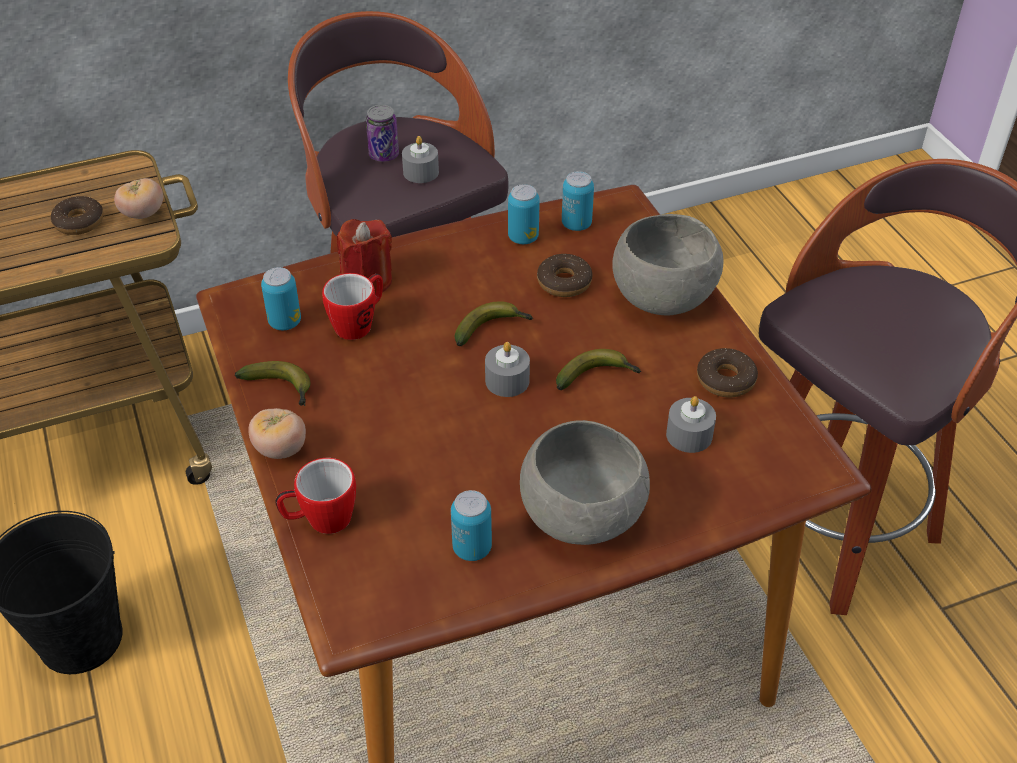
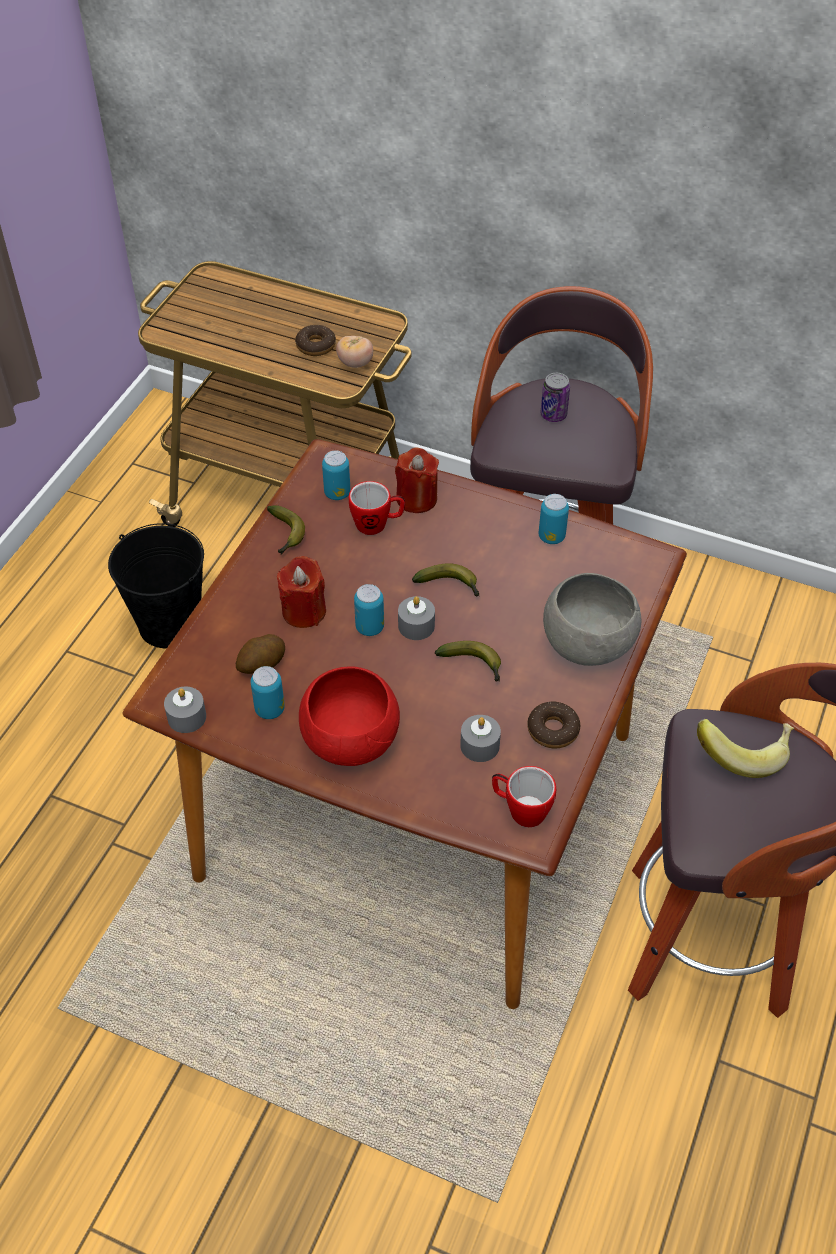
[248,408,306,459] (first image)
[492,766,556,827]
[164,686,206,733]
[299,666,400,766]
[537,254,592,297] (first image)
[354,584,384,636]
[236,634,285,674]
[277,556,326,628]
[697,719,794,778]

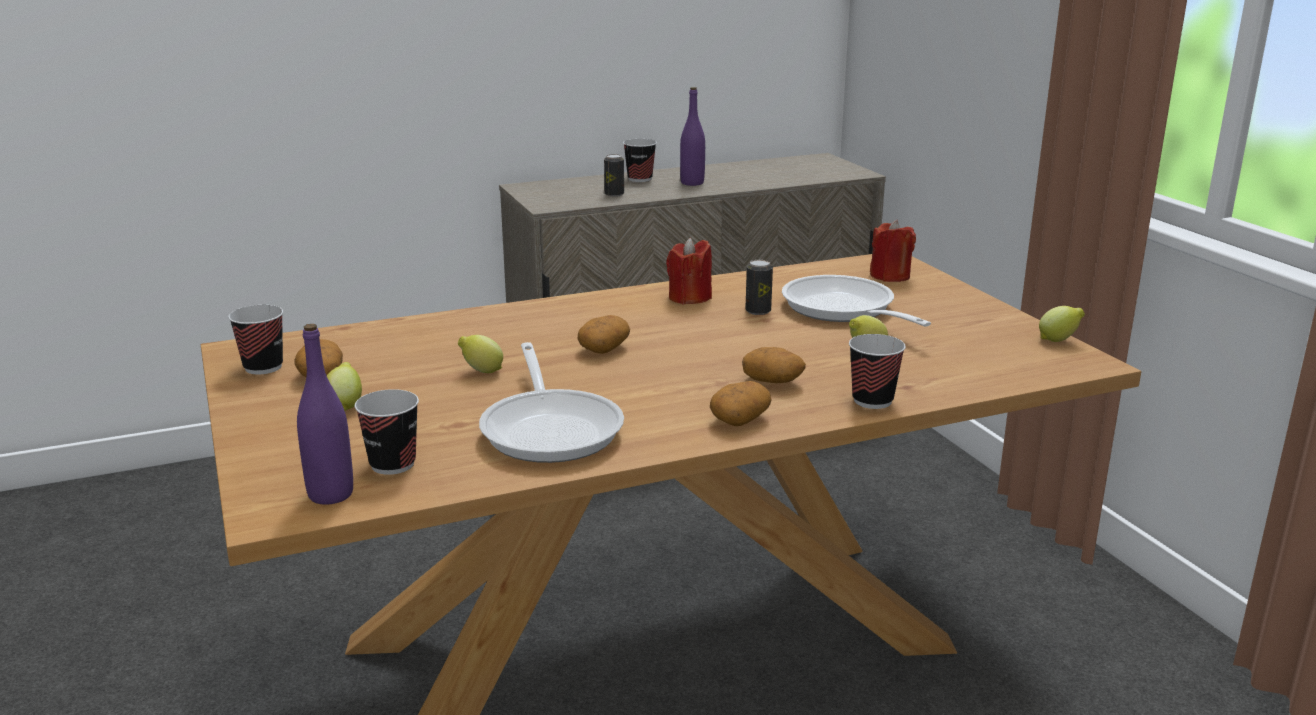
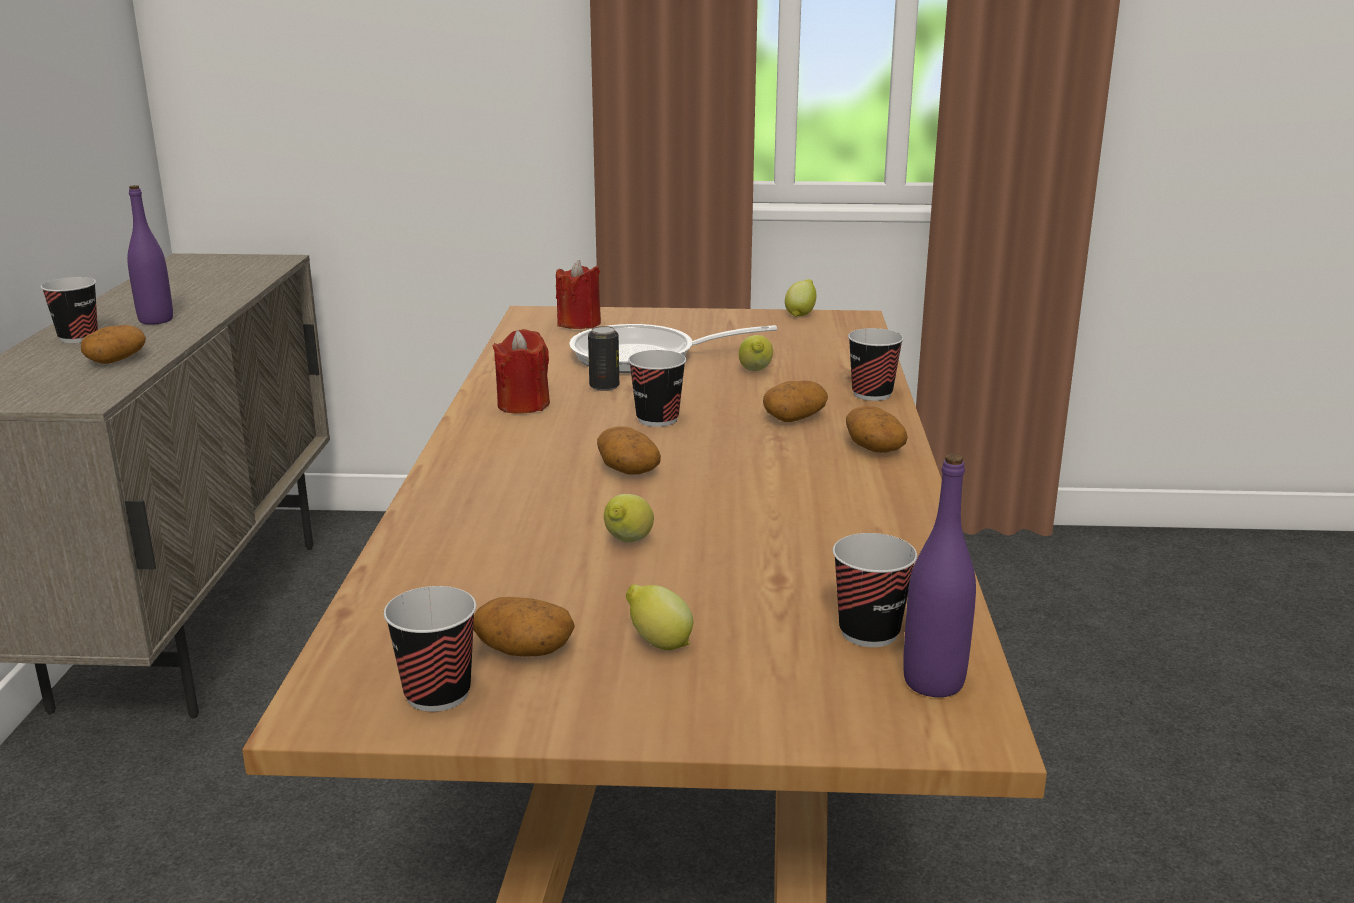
[479,342,624,463] (first image)
[81,325,146,364]
[628,350,686,427]

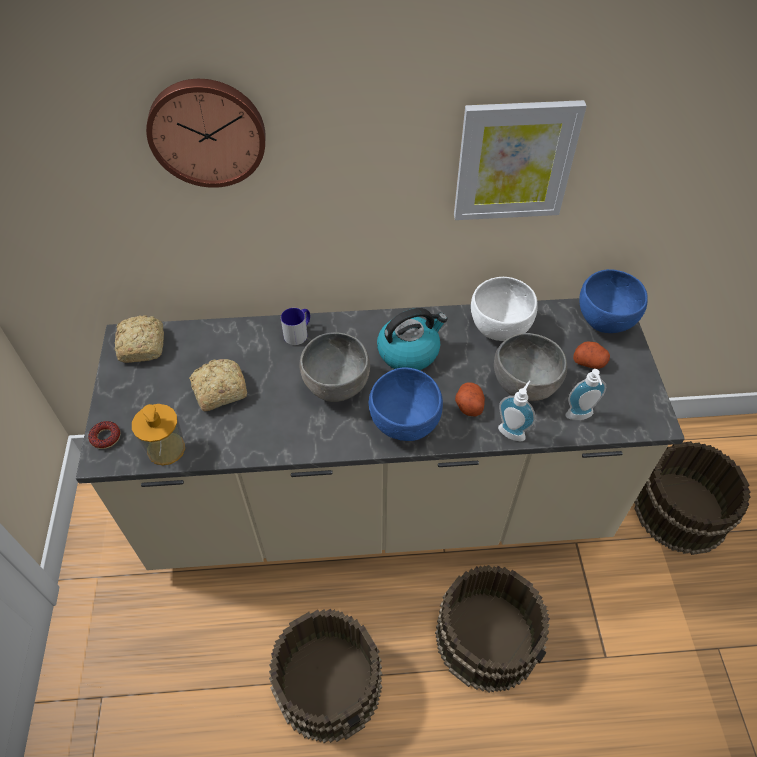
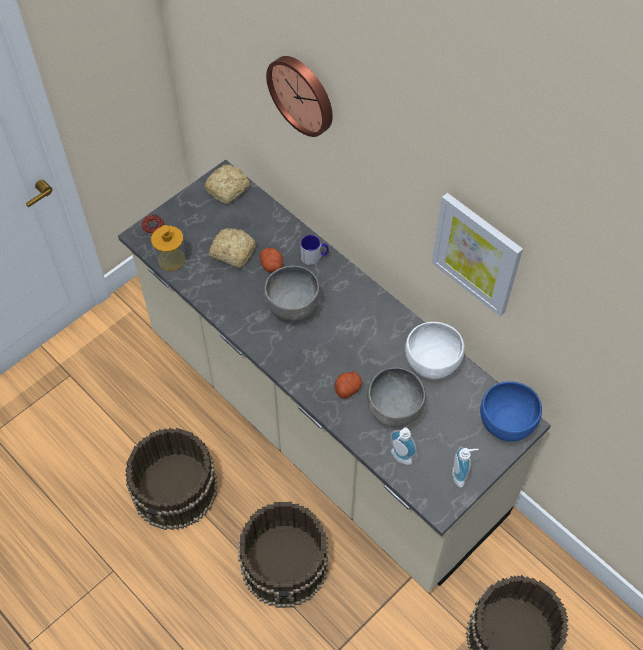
[369,367,443,441] (first image)
[377,308,447,370] (first image)
[452,446,479,488]
[260,248,283,273]

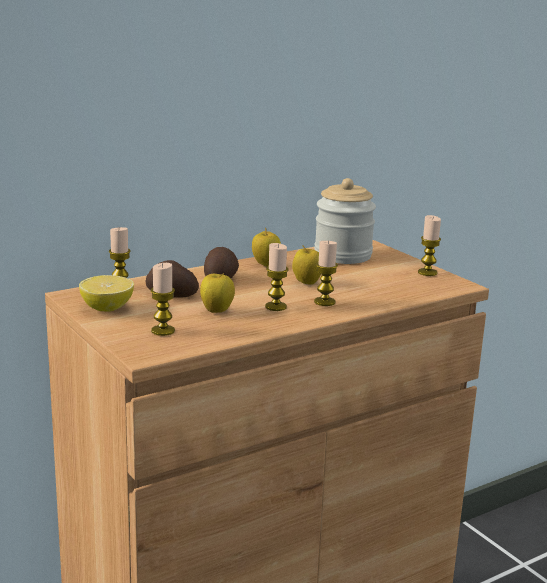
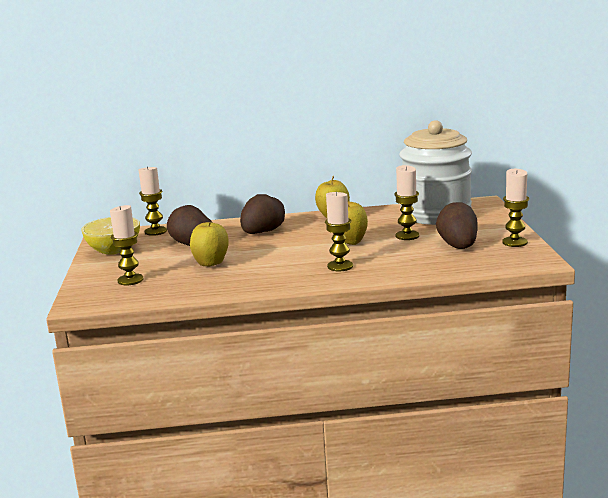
[394,165,419,240]
[436,202,478,249]

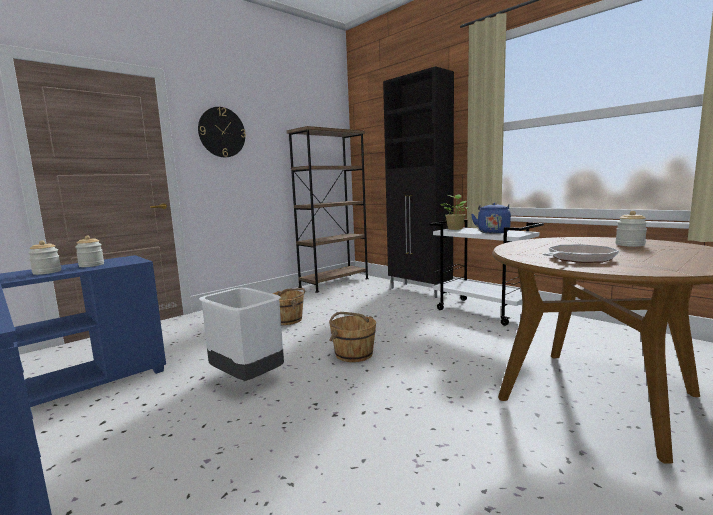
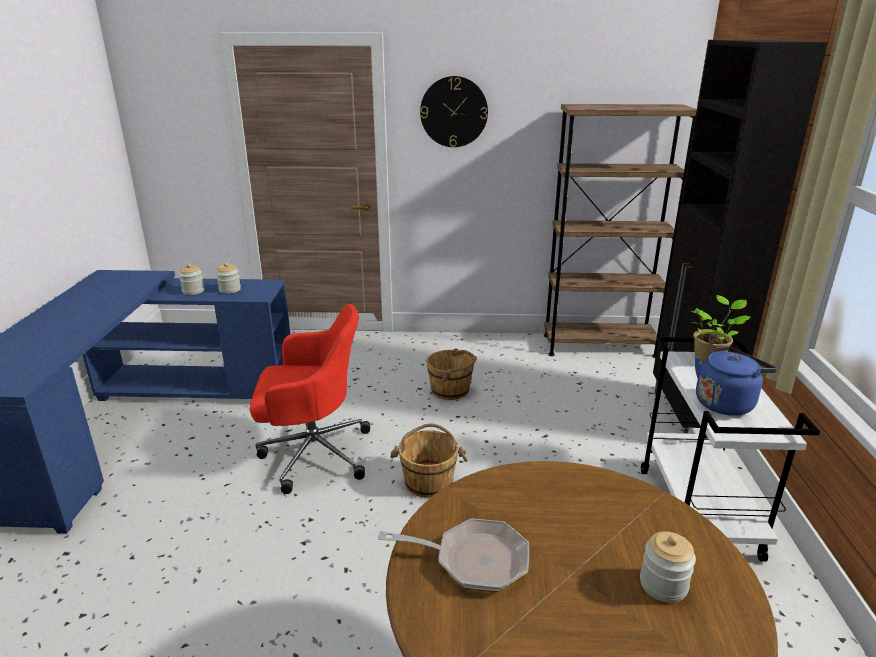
[250,304,370,494]

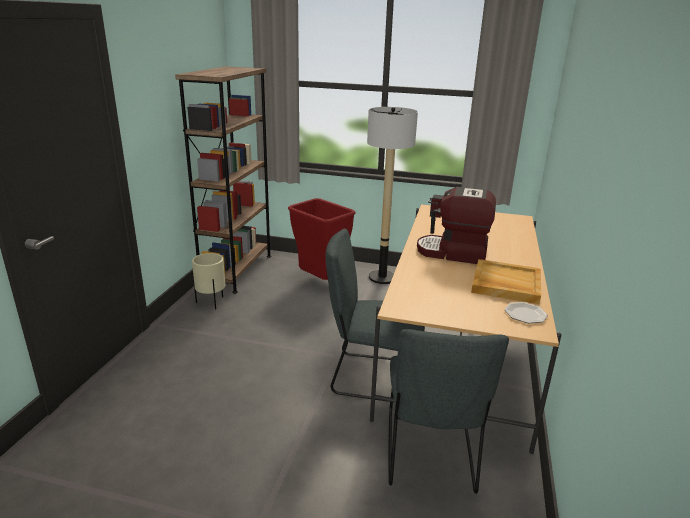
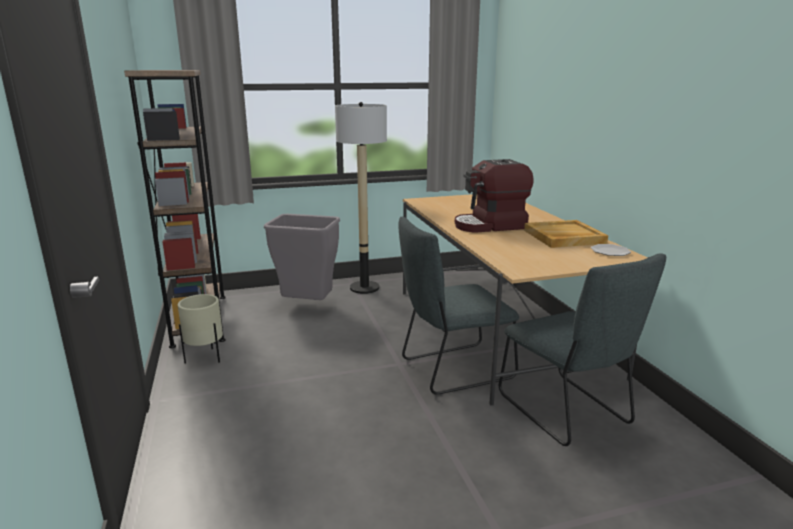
[264,214,340,300]

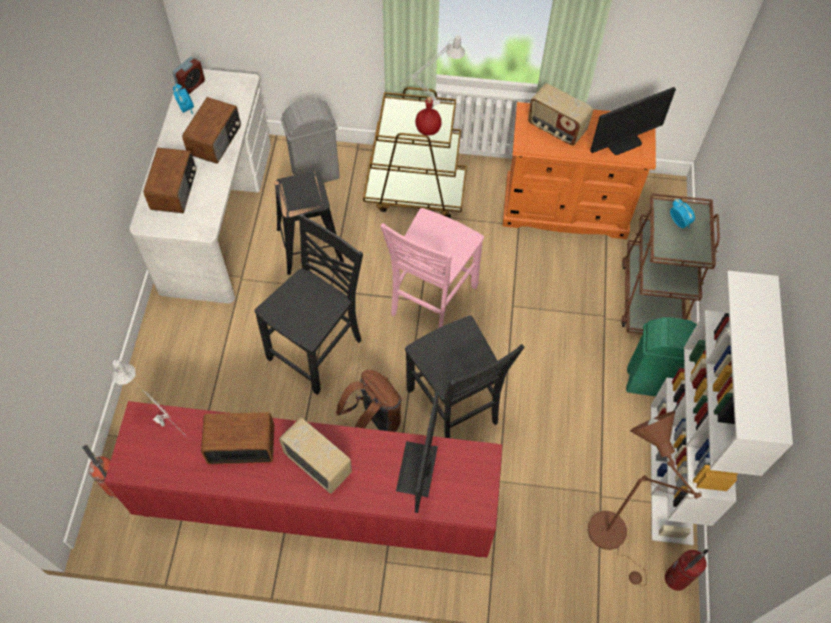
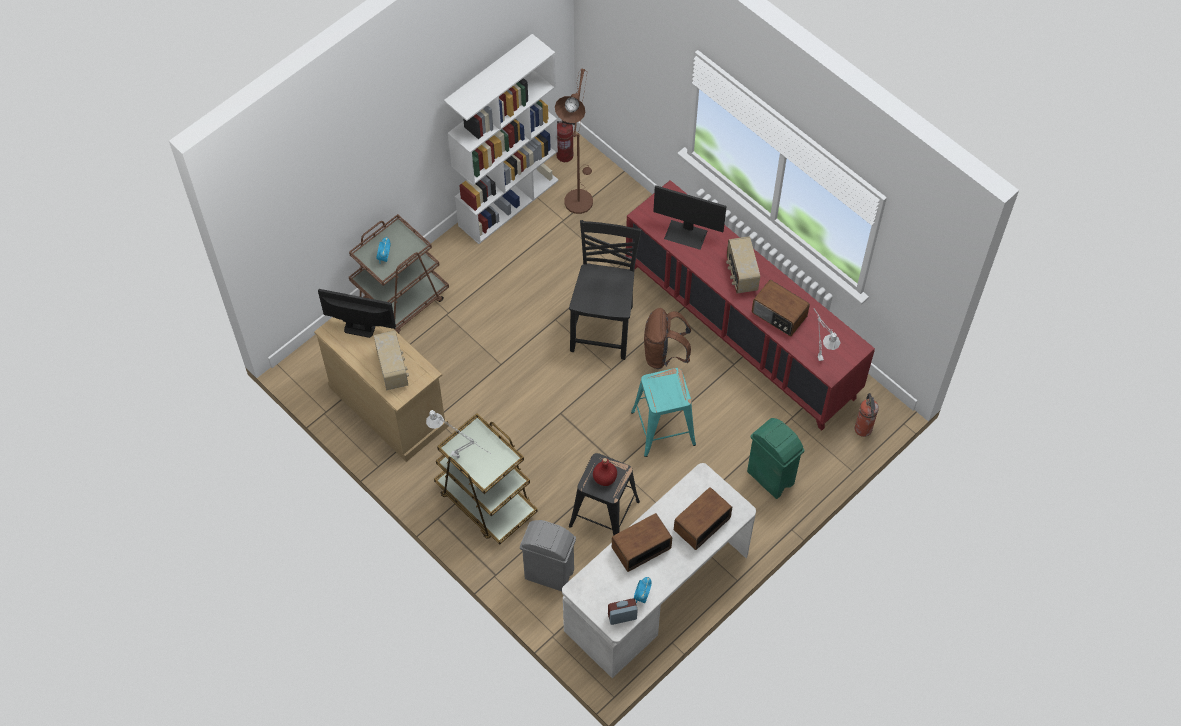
[631,368,696,457]
[380,208,484,328] (first image)
[653,185,727,250]
[593,458,617,486]
[314,317,449,462]
[747,418,804,499]

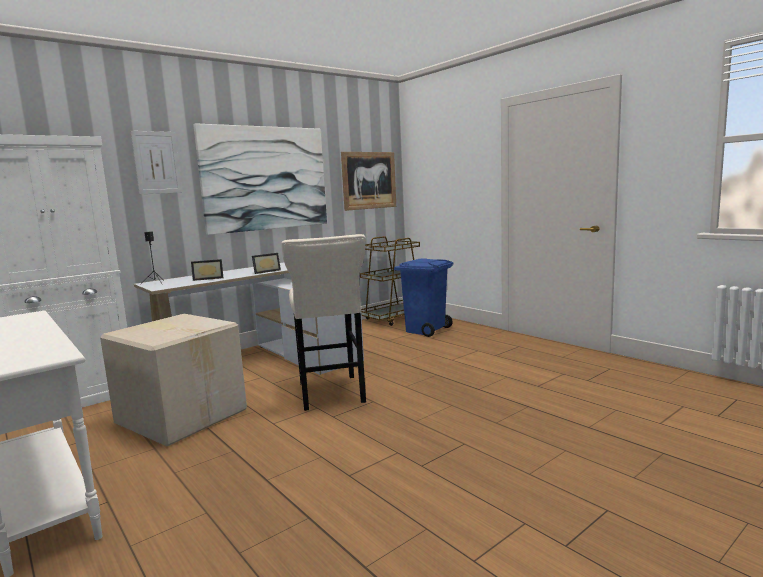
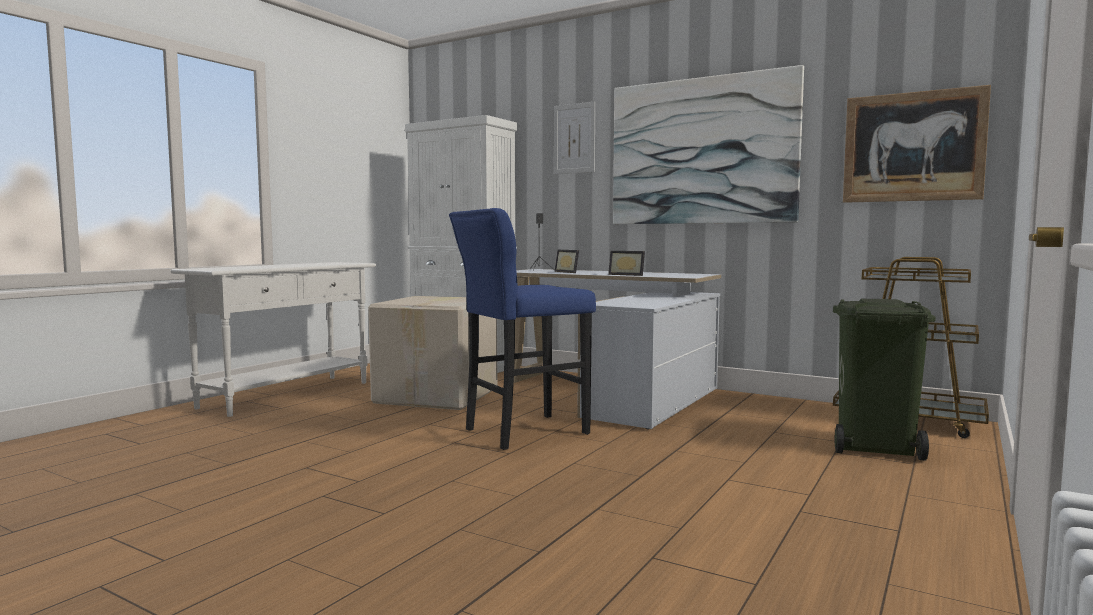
[449,208,596,450]
[833,299,936,461]

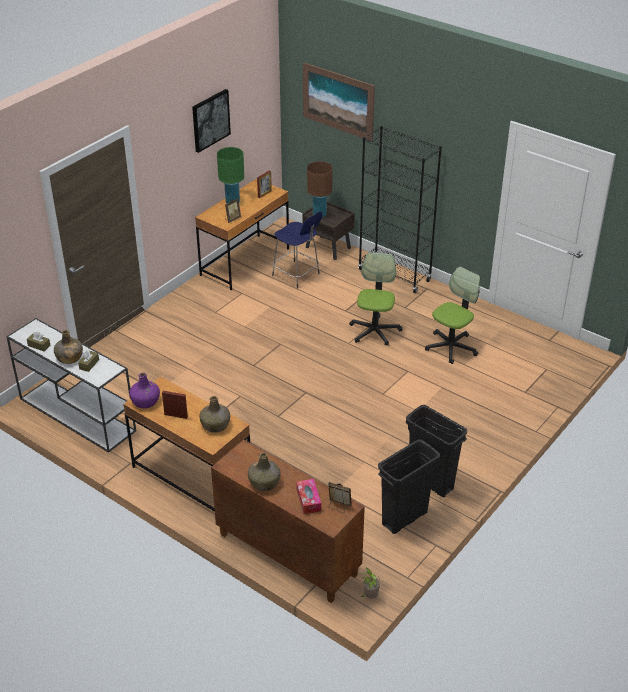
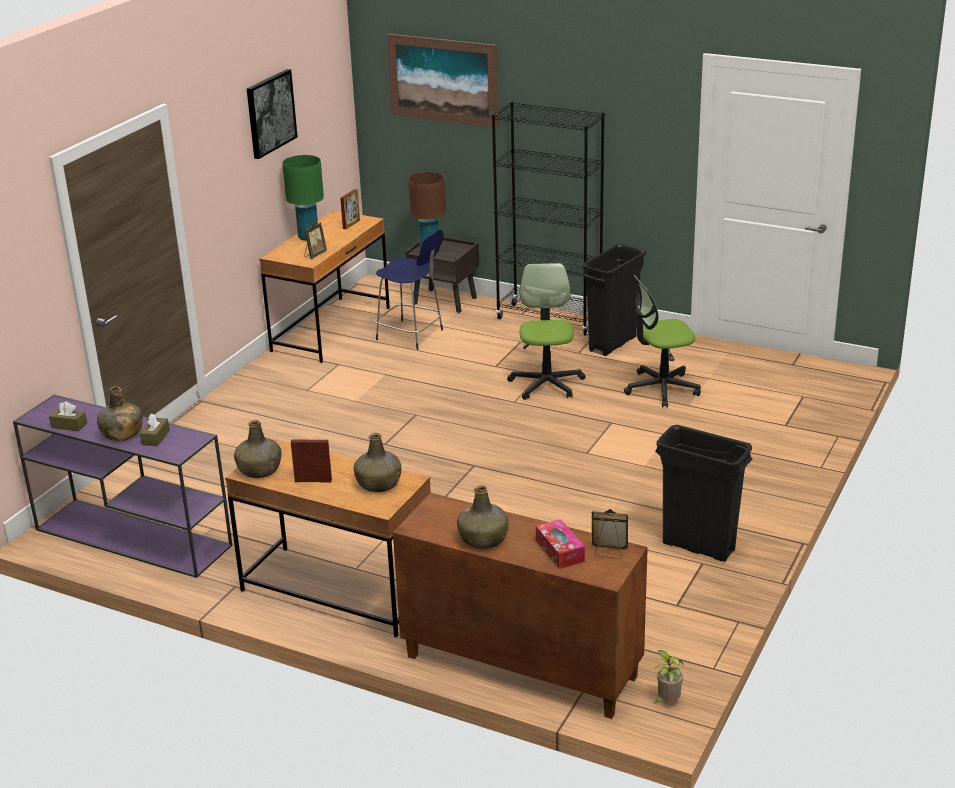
[13,395,232,578]
[234,420,282,478]
[582,244,646,356]
[624,275,701,408]

